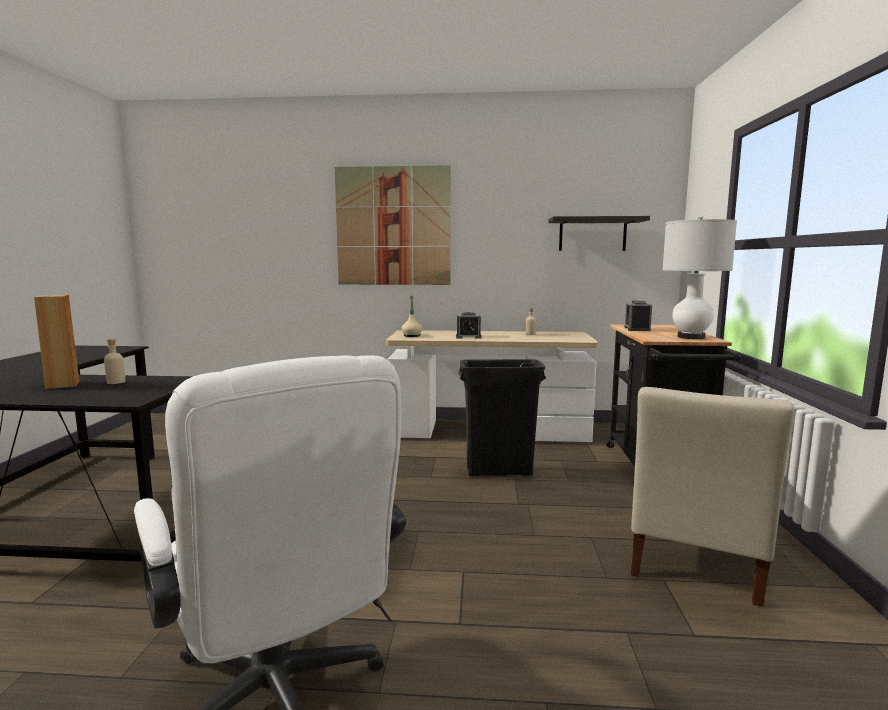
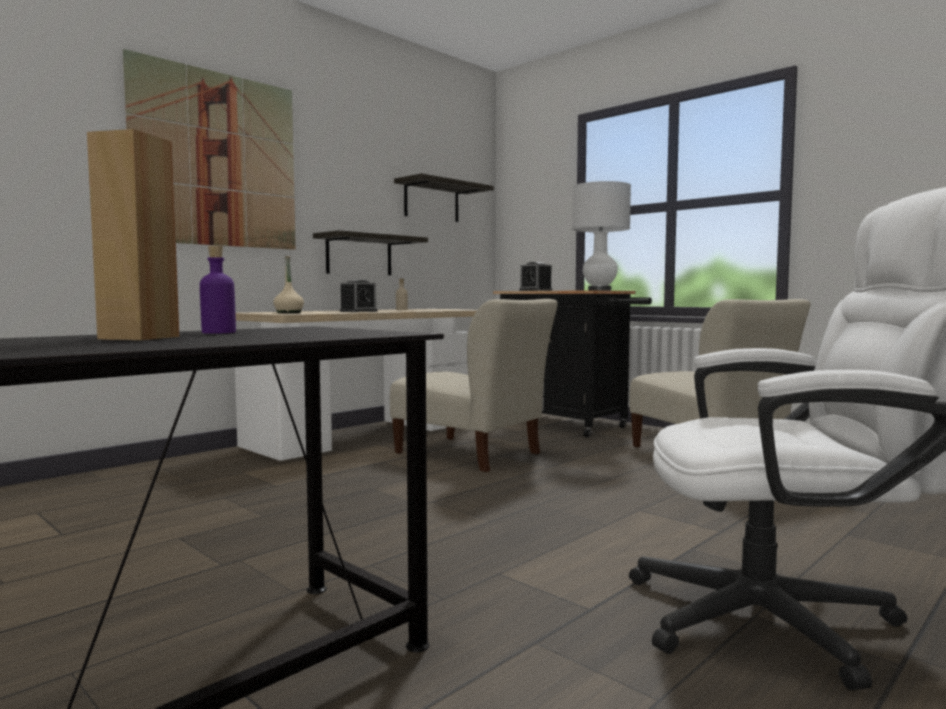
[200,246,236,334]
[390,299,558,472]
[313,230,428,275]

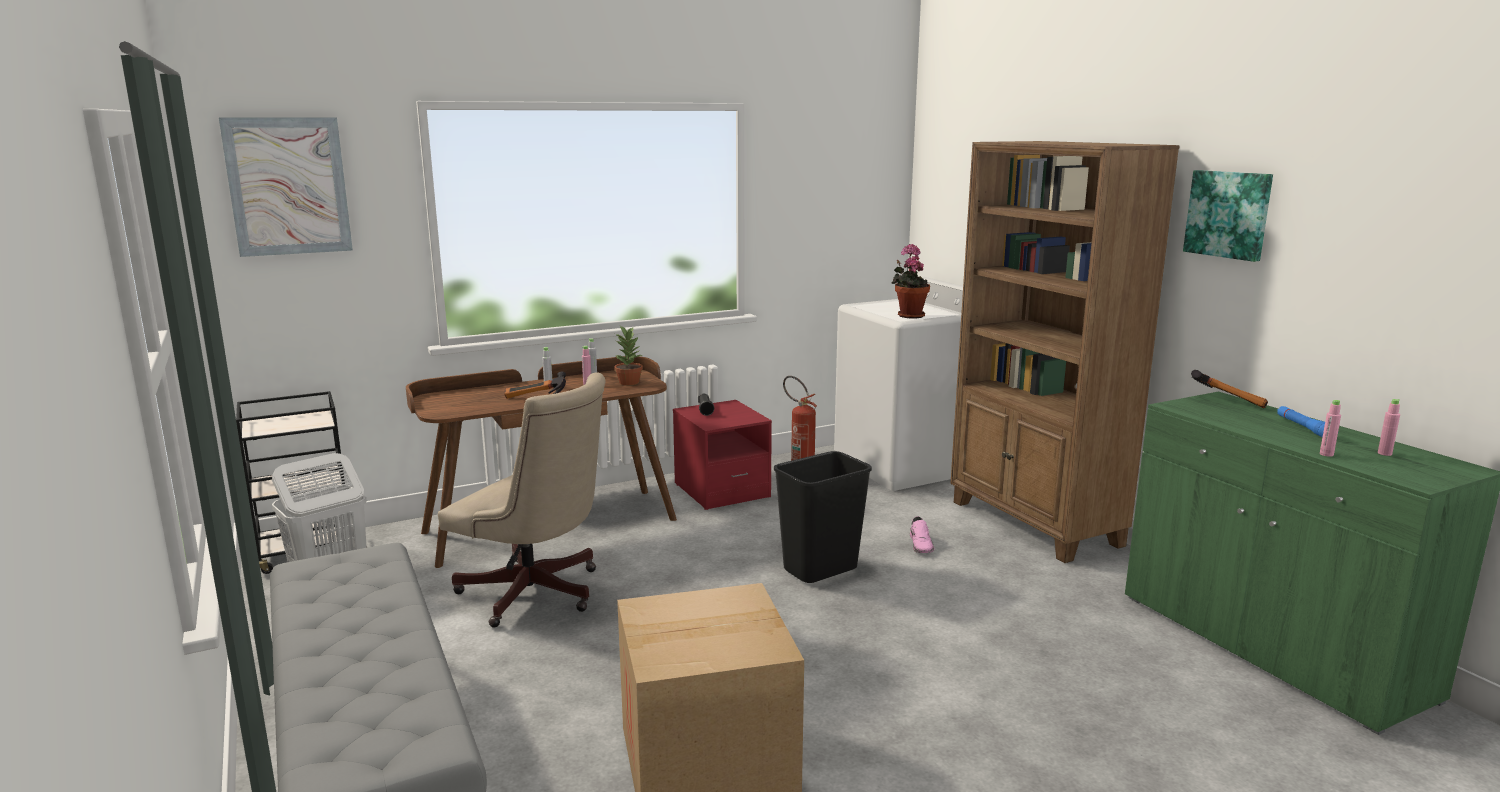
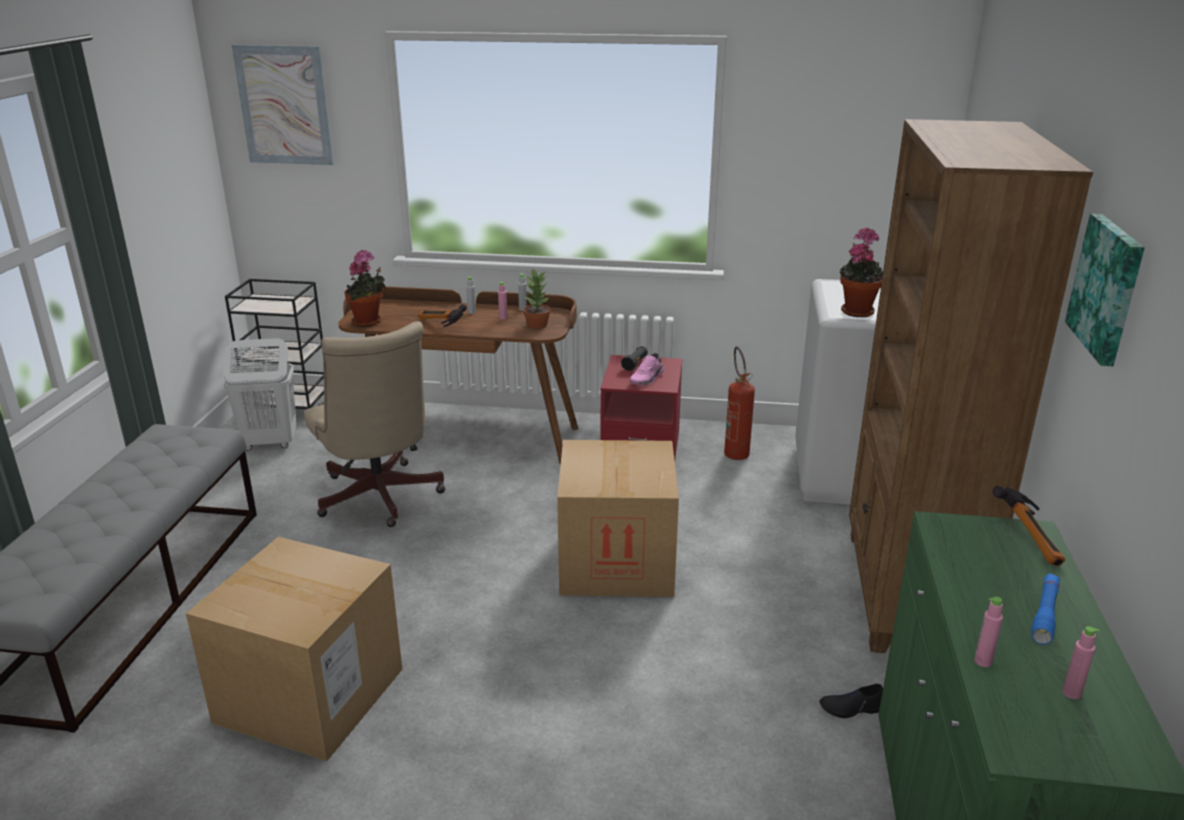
[557,440,679,597]
[630,353,664,385]
[344,250,386,327]
[819,684,883,718]

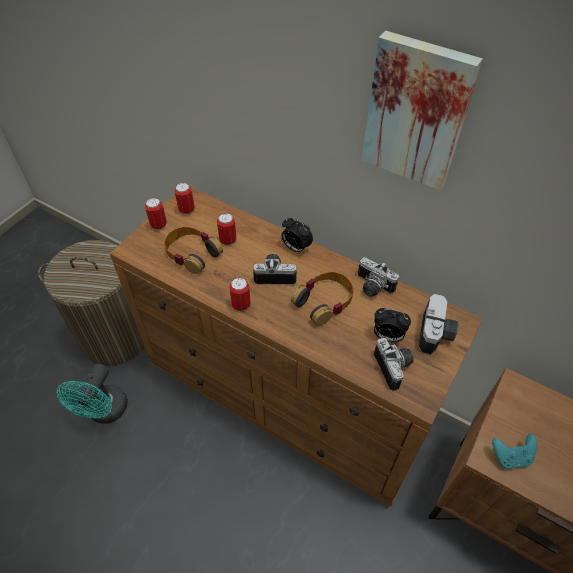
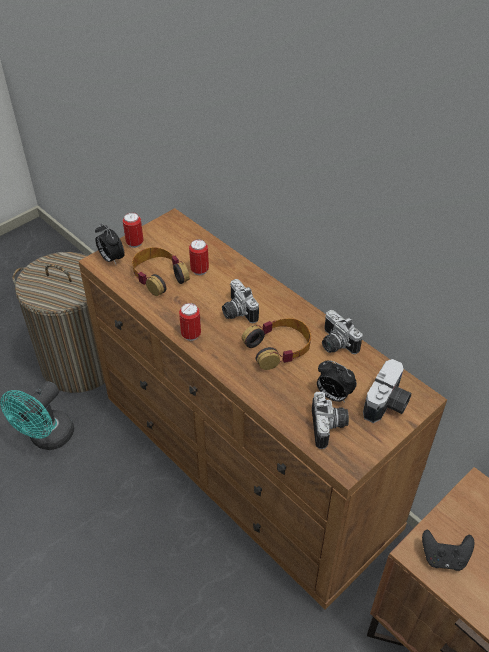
[174,183,195,215] (first image)
[222,279,259,324]
[95,223,125,266]
[362,31,483,190] (first image)
[422,529,475,571]

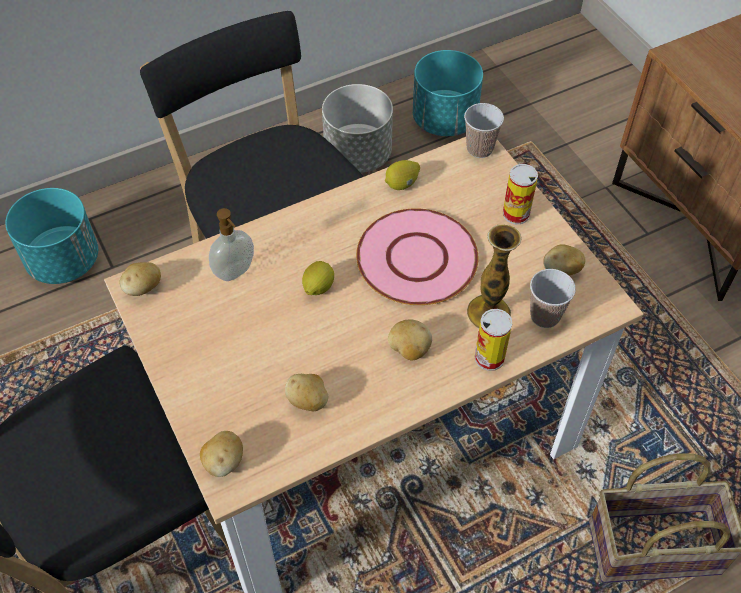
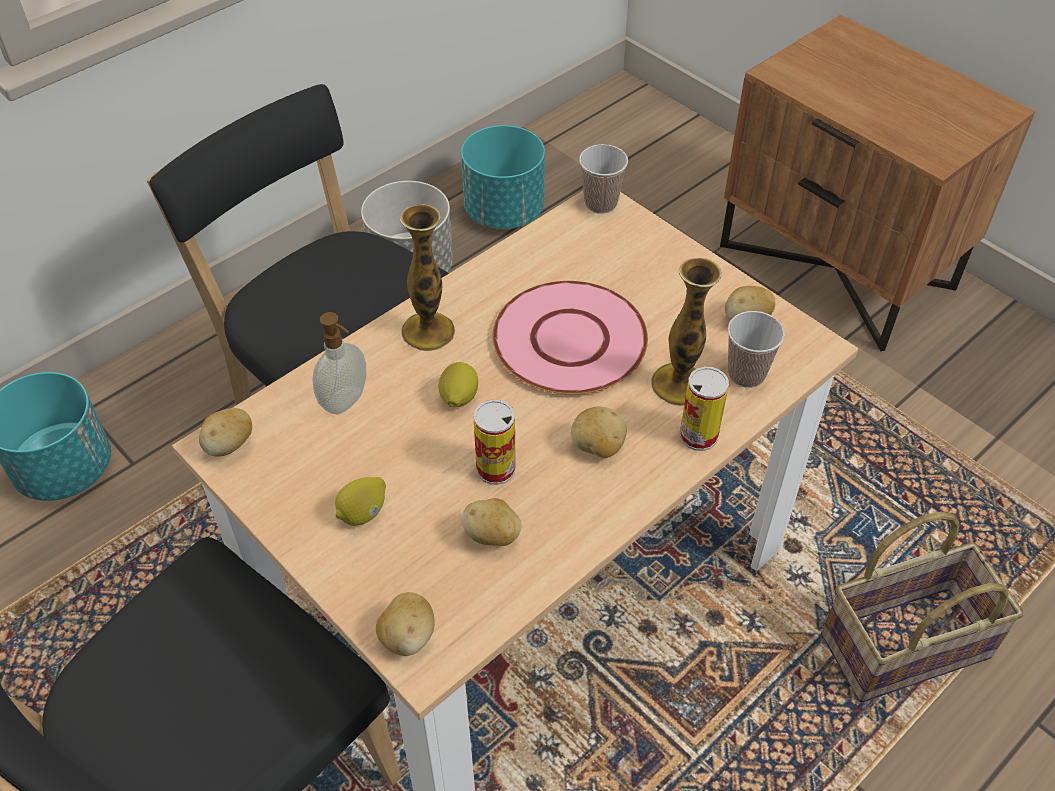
[335,477,386,526]
[473,400,516,485]
[400,204,455,351]

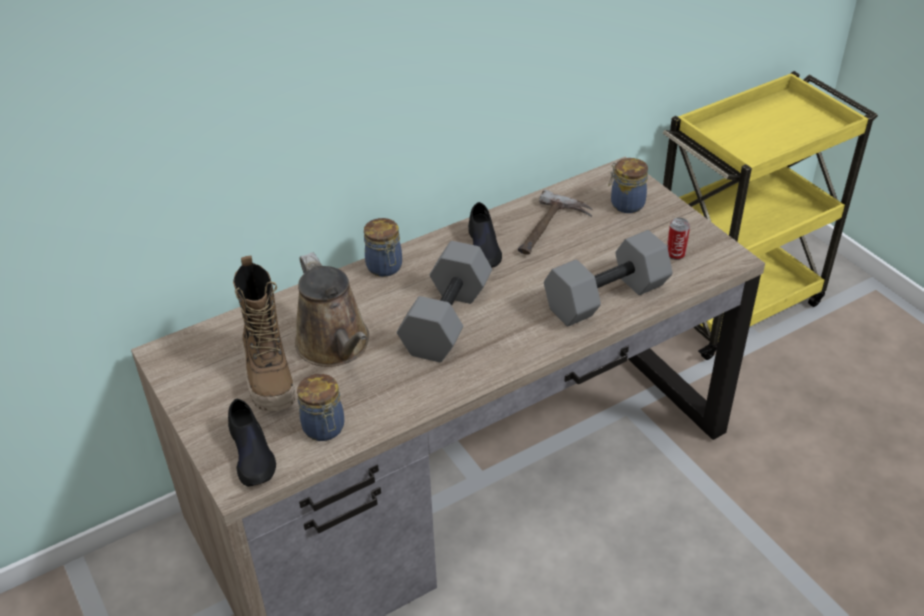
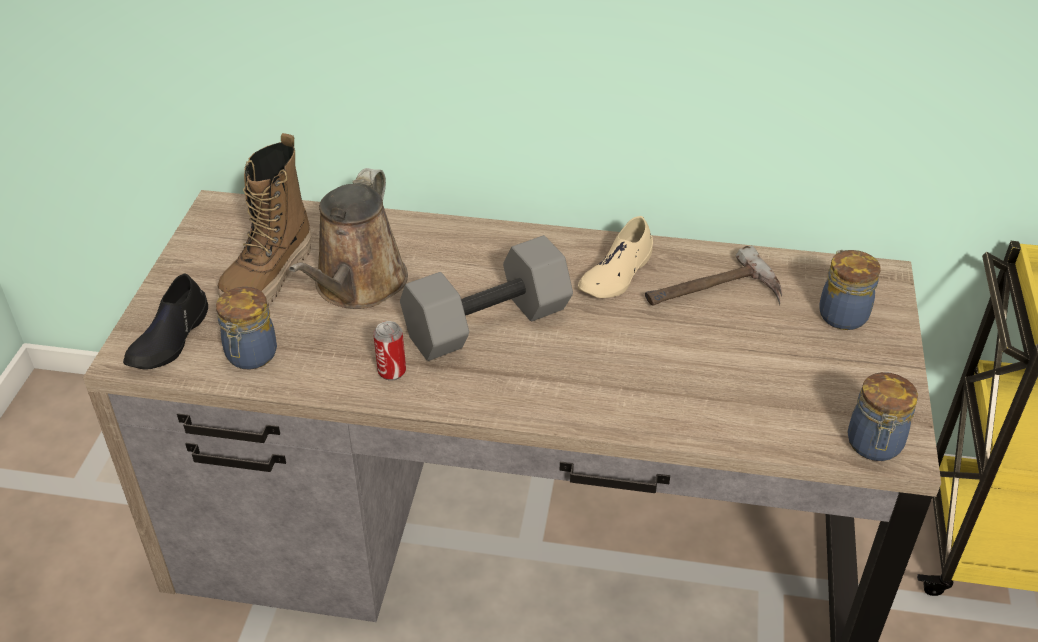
[847,372,918,461]
[578,216,653,298]
[544,230,673,326] (first image)
[373,321,406,381]

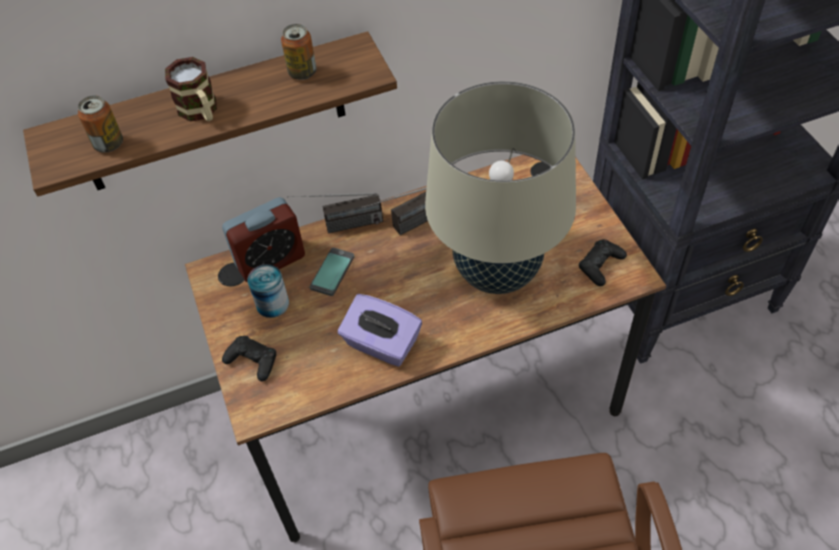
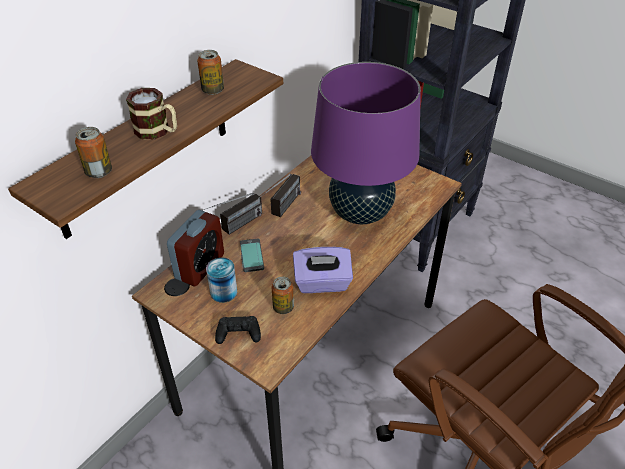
[311,62,421,224]
[579,239,627,286] (first image)
[271,277,294,314]

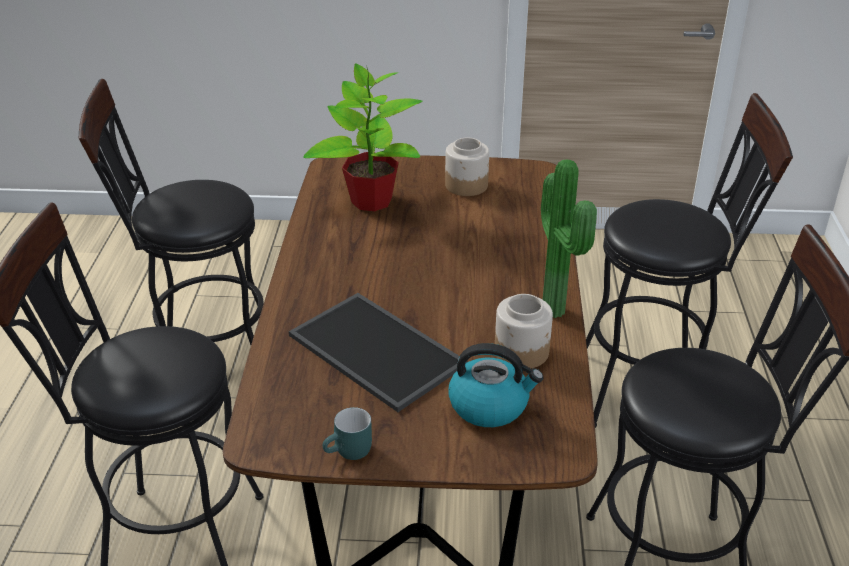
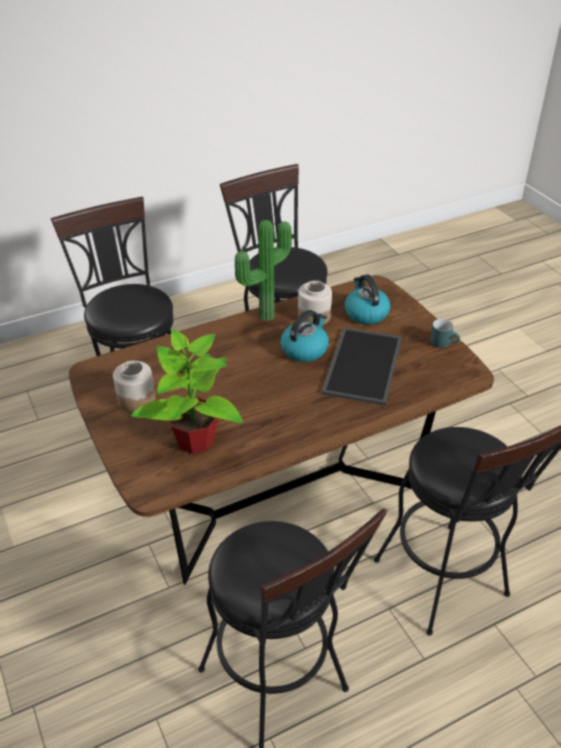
[280,310,329,362]

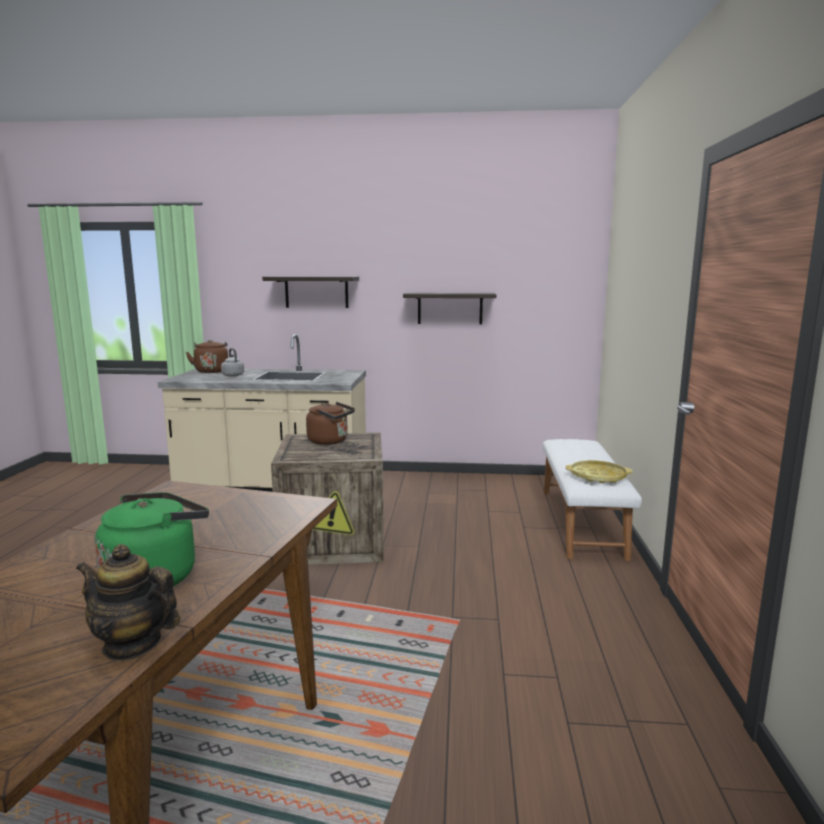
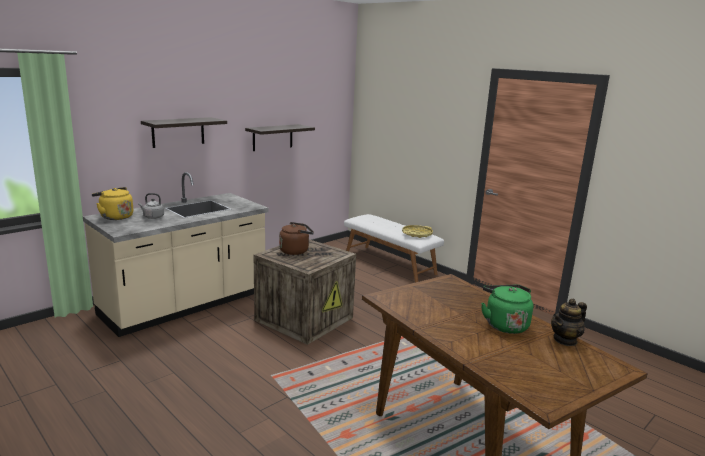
[92,187,133,220]

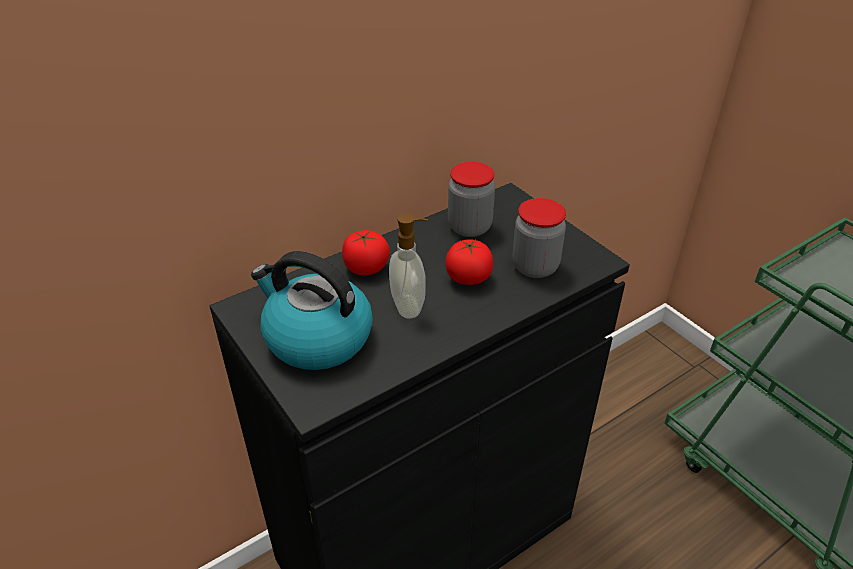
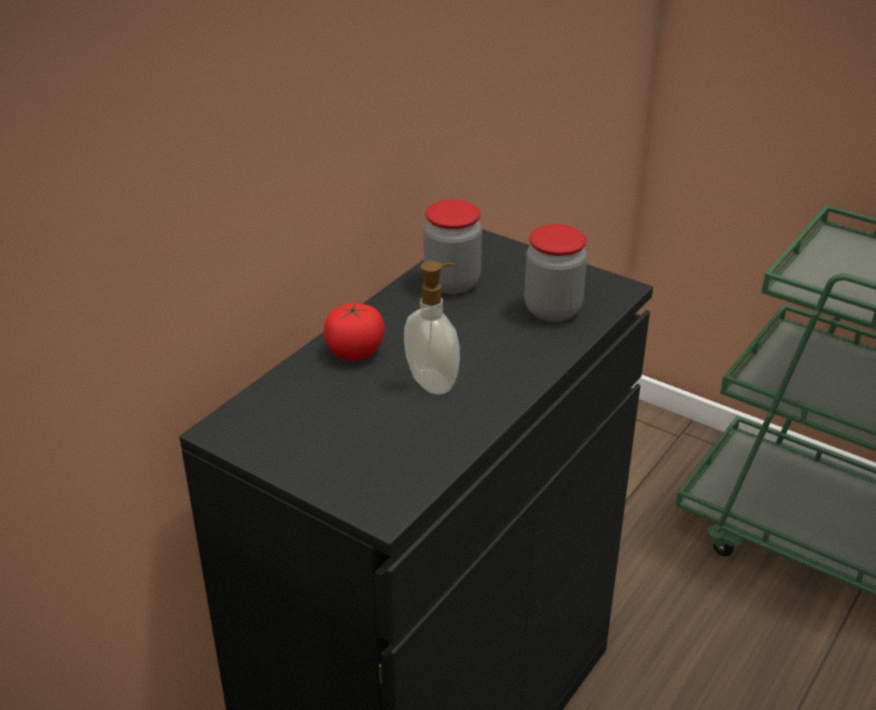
[251,251,373,370] (first image)
[445,239,493,285] (first image)

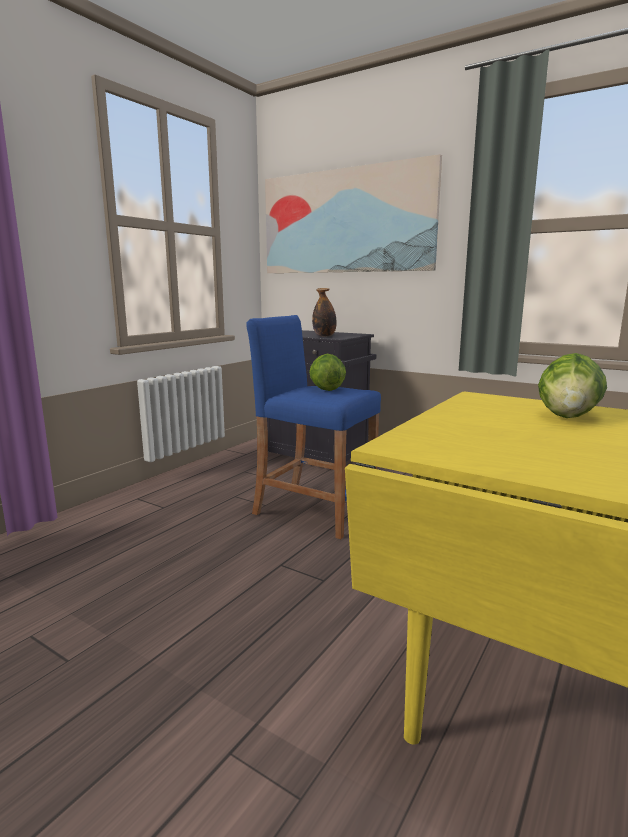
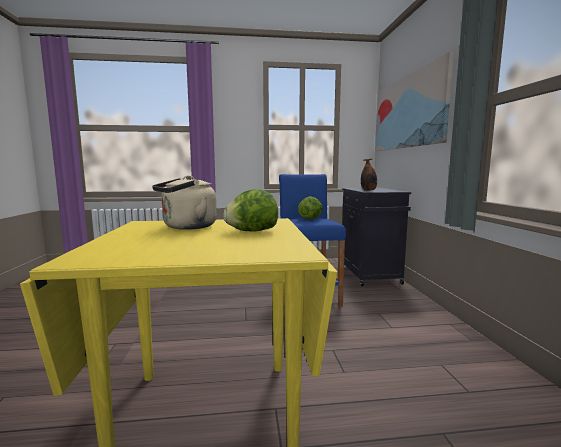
[152,176,217,230]

